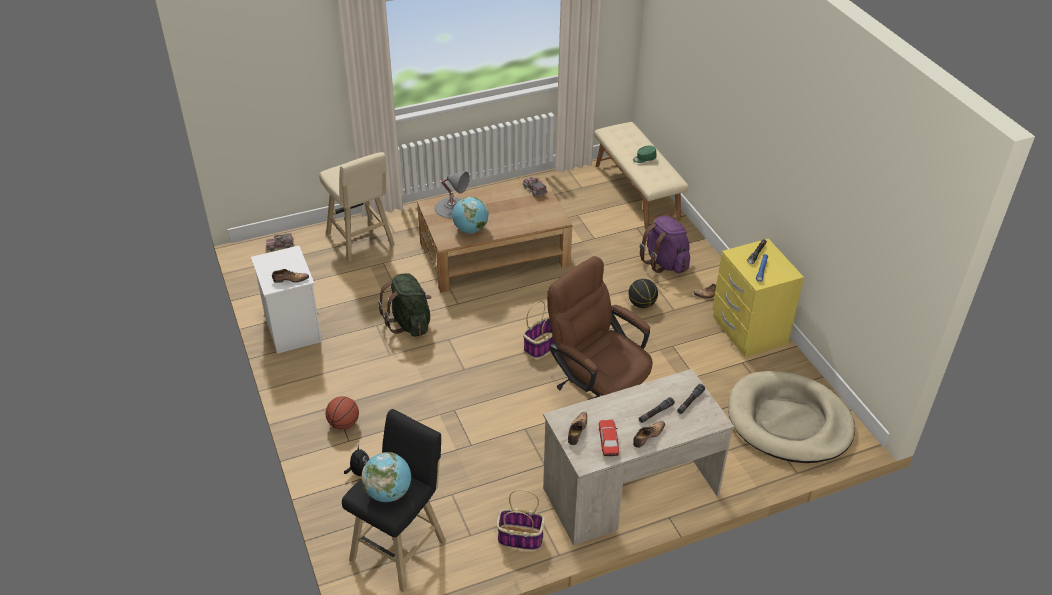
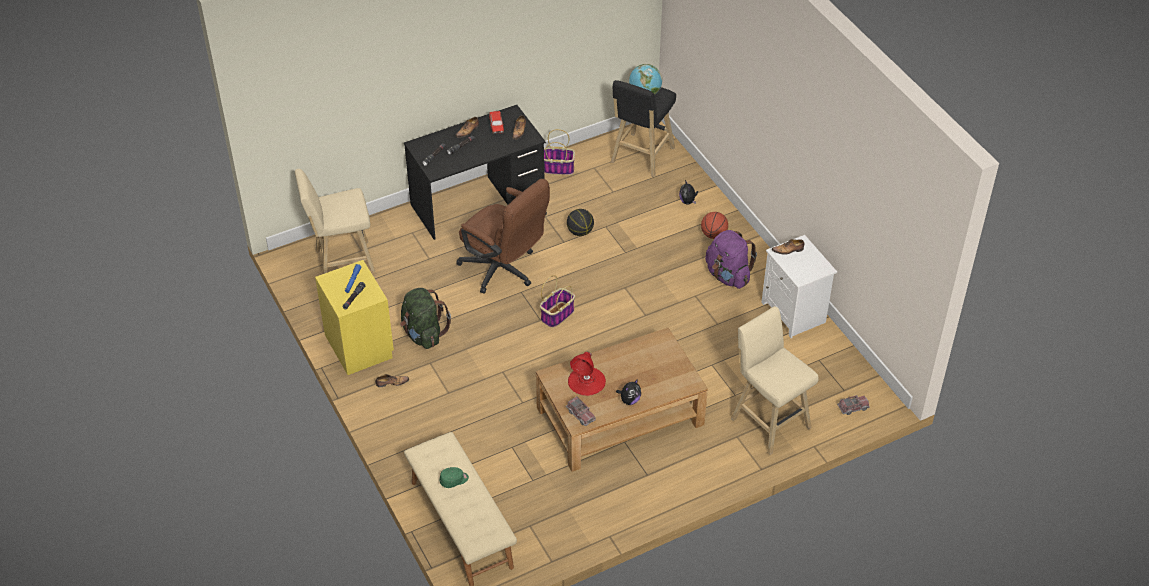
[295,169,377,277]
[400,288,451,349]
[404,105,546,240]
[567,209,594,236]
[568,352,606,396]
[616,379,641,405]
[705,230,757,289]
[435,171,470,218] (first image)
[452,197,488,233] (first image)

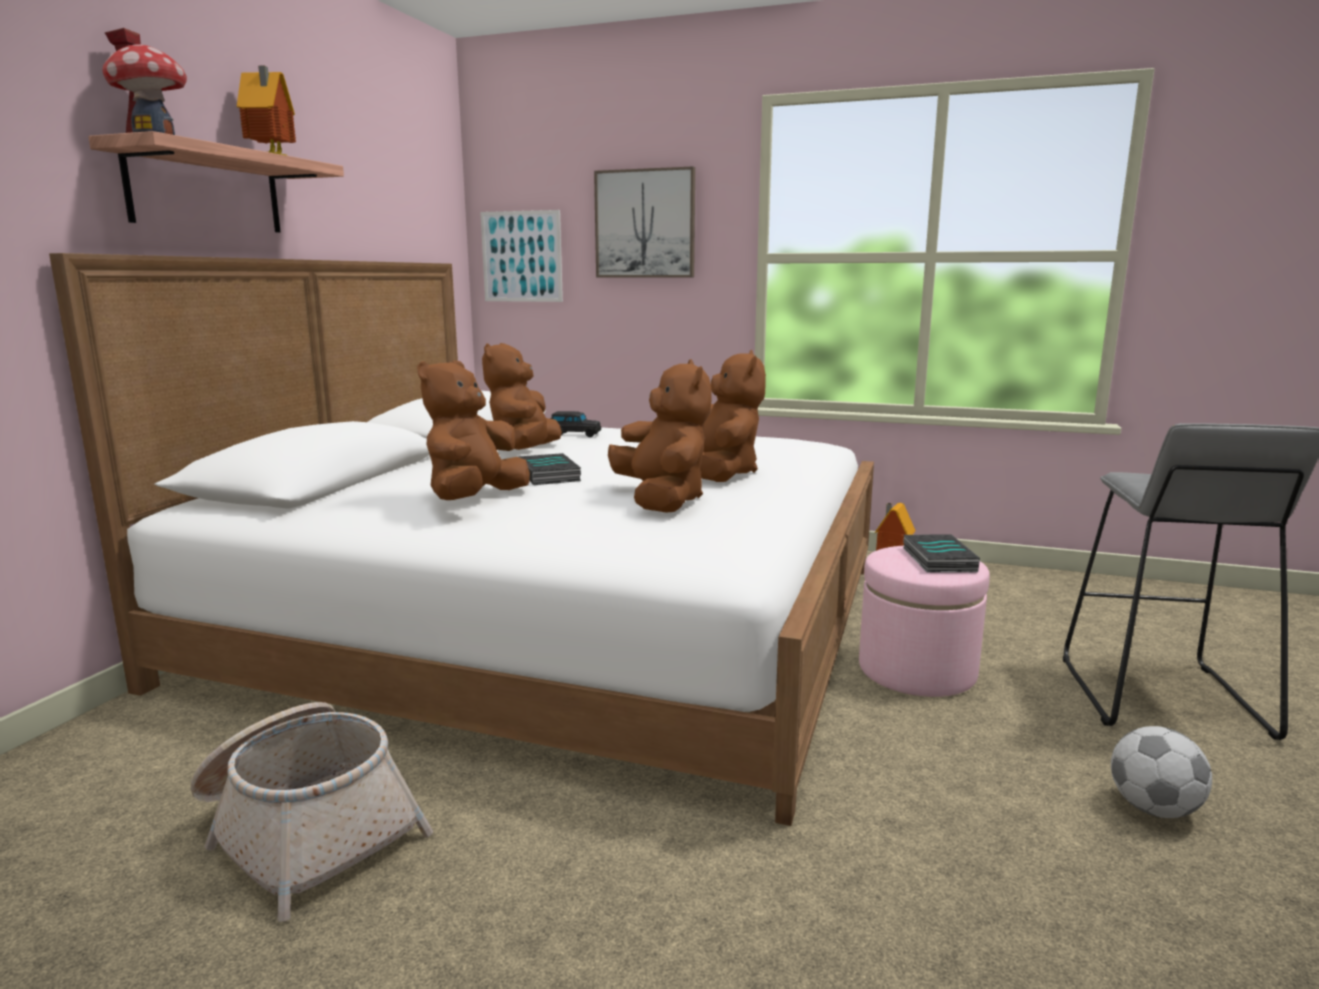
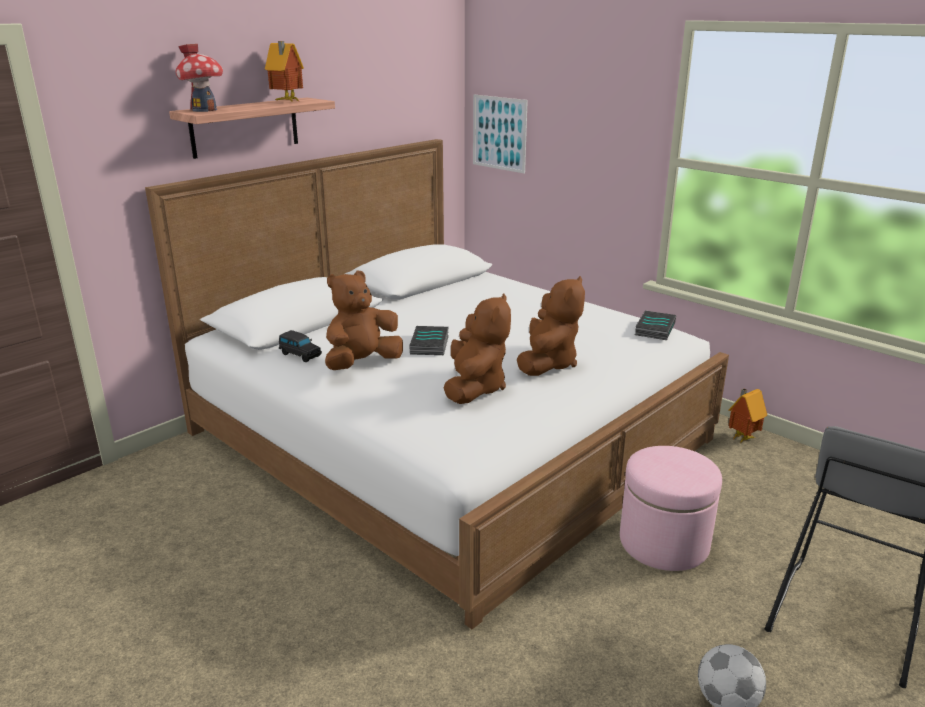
[279,330,322,362]
[635,310,676,340]
[190,702,433,922] (first image)
[482,343,562,450] (first image)
[594,166,695,277] (first image)

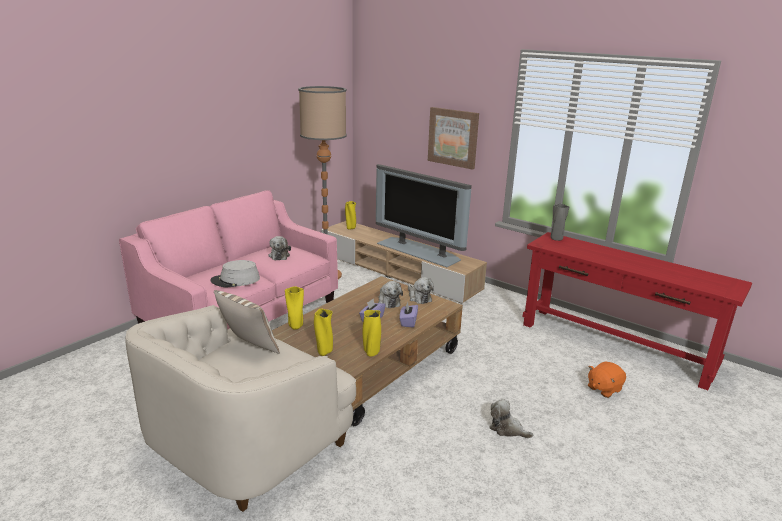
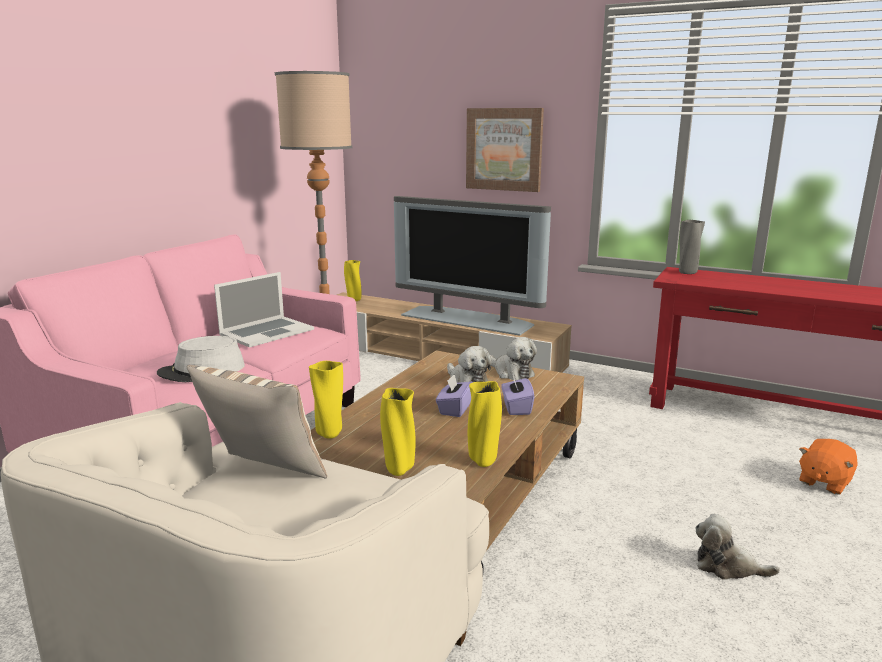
[214,272,314,348]

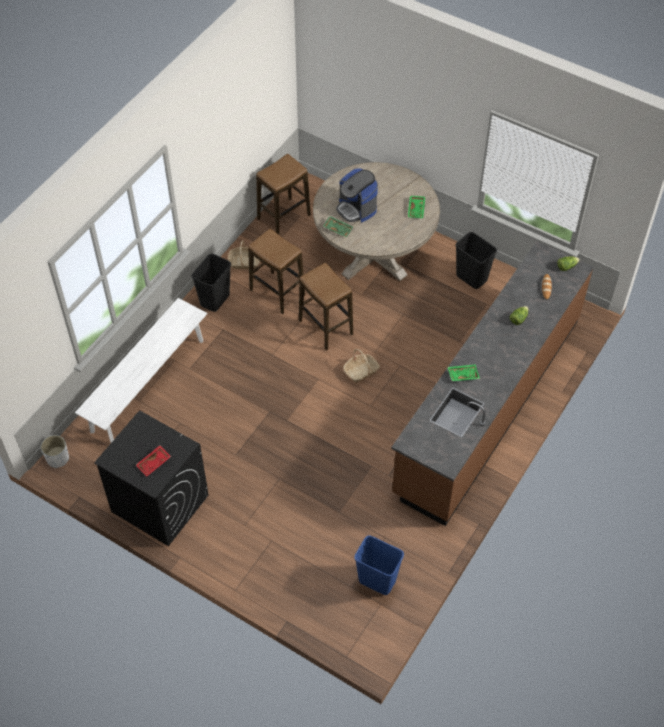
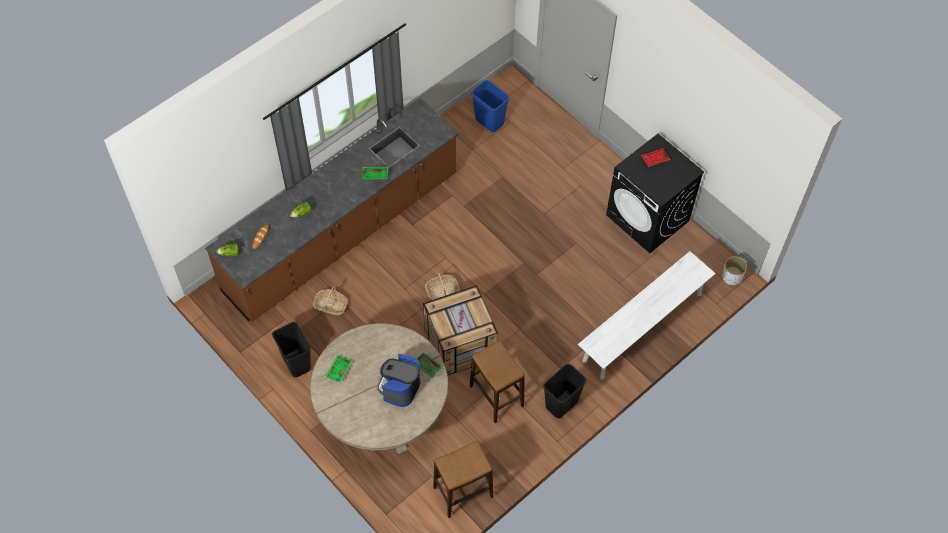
[313,285,347,316]
[377,354,421,407]
[423,285,498,376]

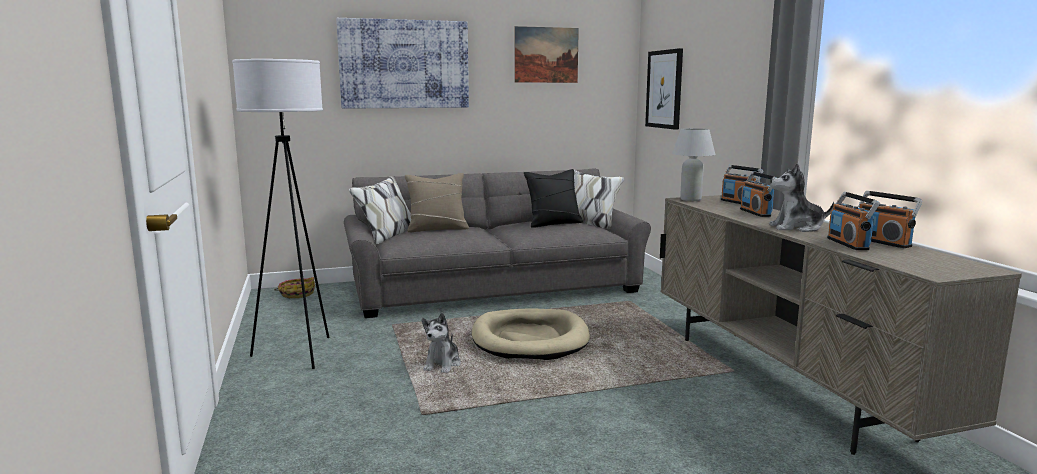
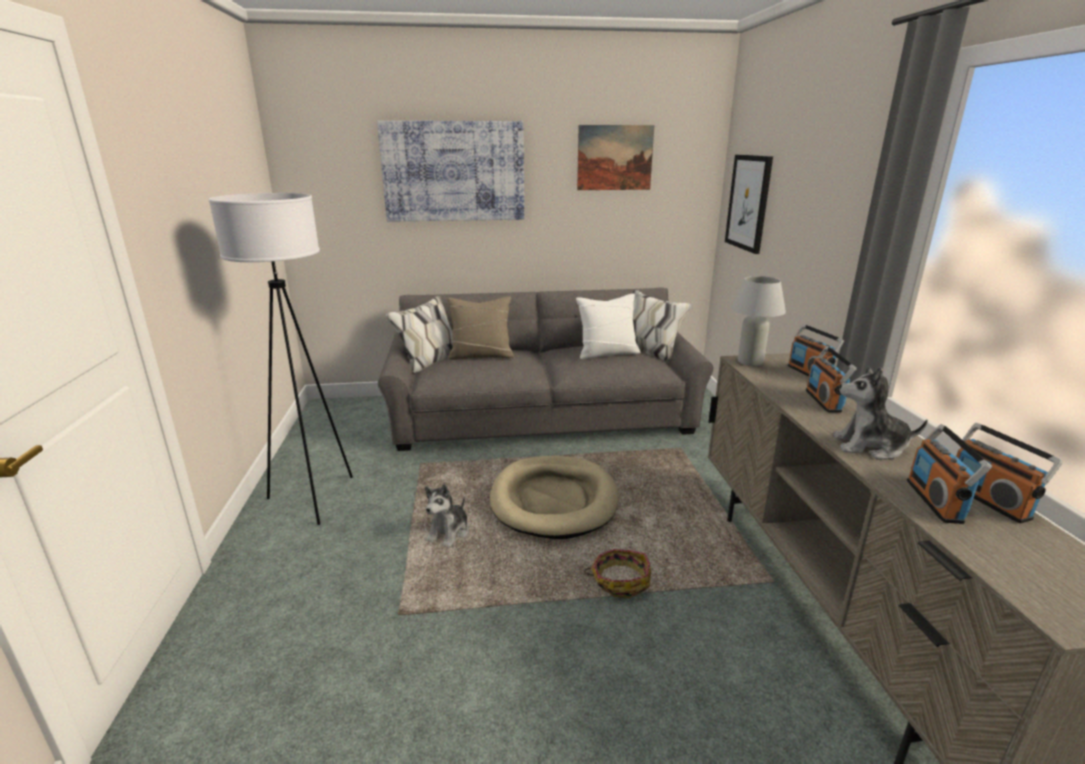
[576,293,640,359]
[584,549,651,598]

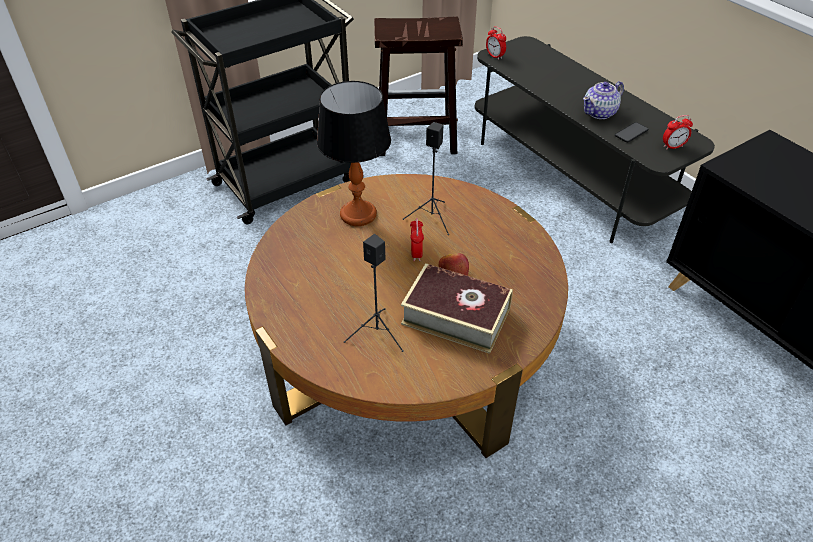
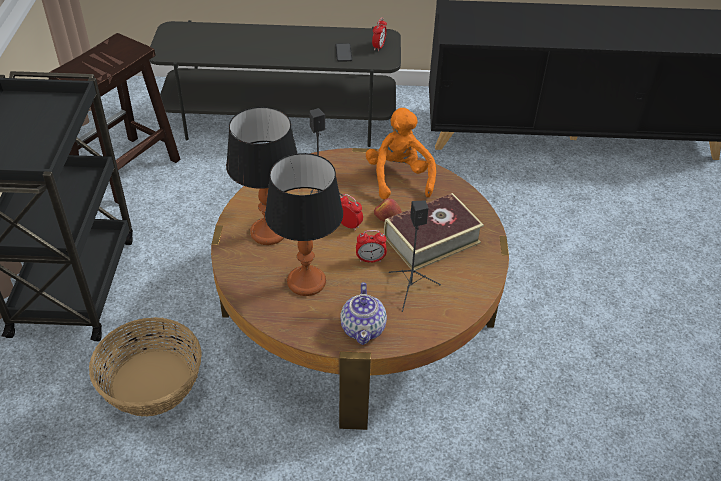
[89,317,202,417]
[265,153,343,296]
[340,282,387,345]
[356,230,387,263]
[366,108,436,200]

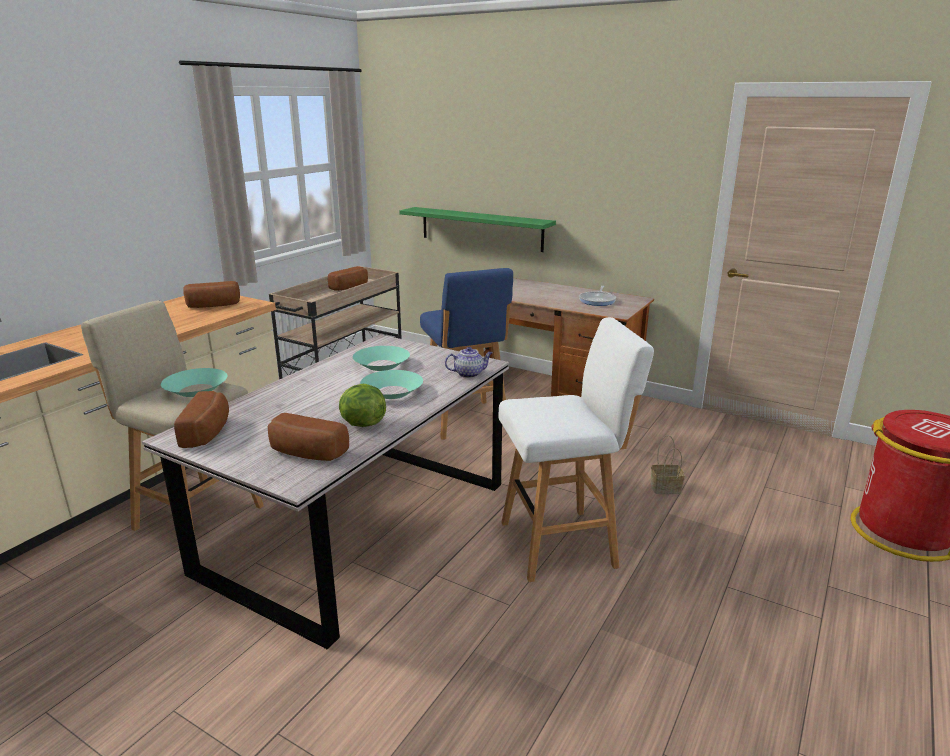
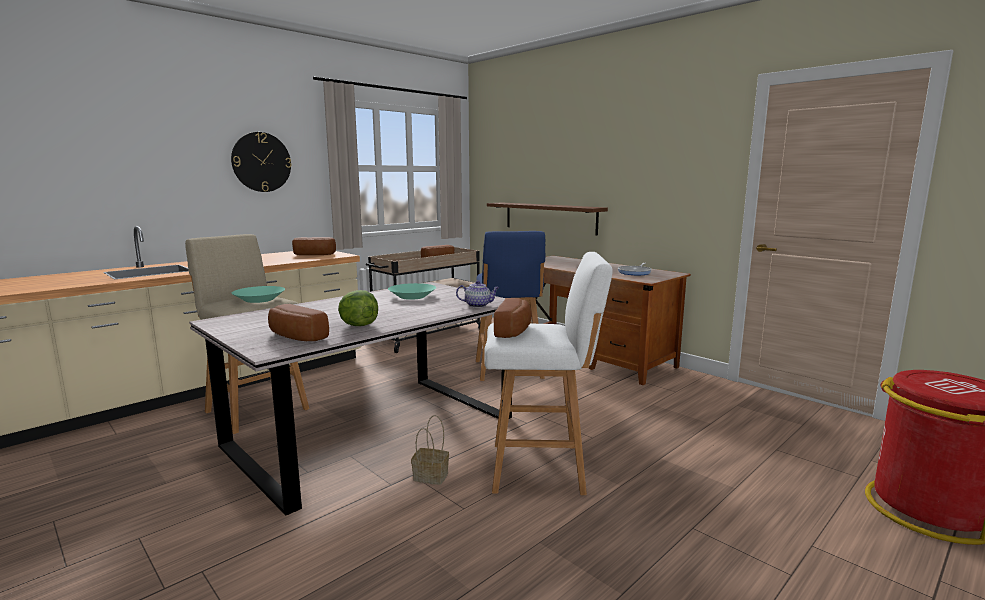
[231,132,292,192]
[411,415,449,485]
[487,202,608,235]
[494,298,532,338]
[360,370,423,399] (first image)

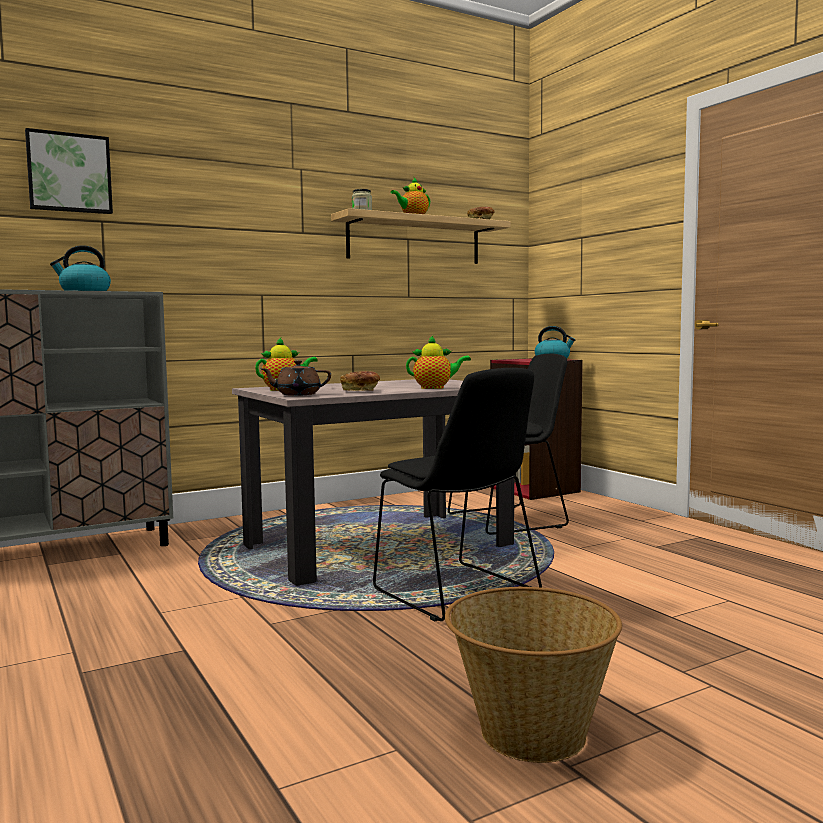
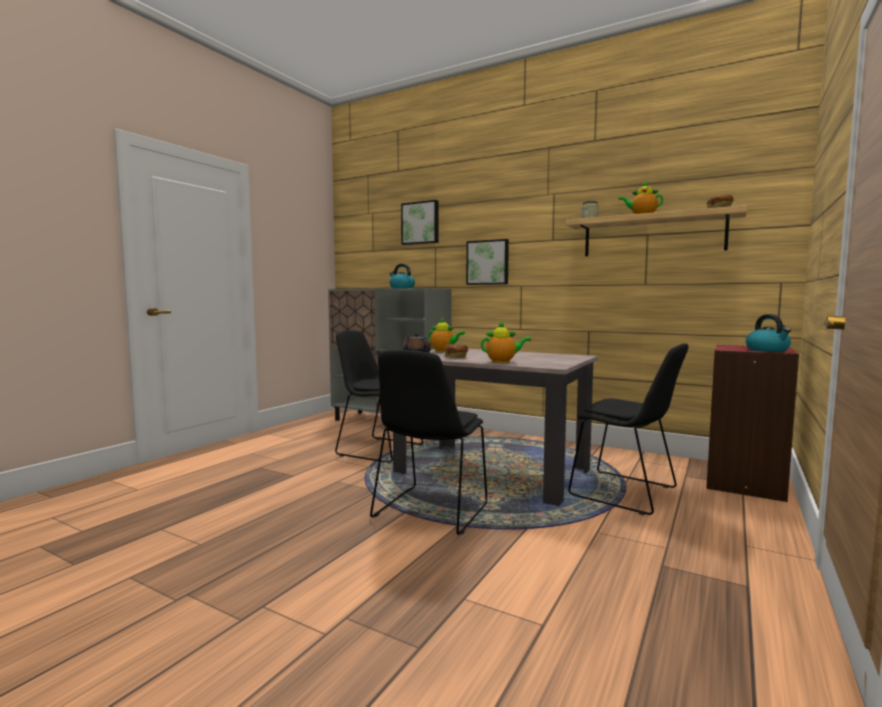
[335,330,423,462]
[466,239,509,285]
[481,322,531,363]
[445,587,622,763] (first image)

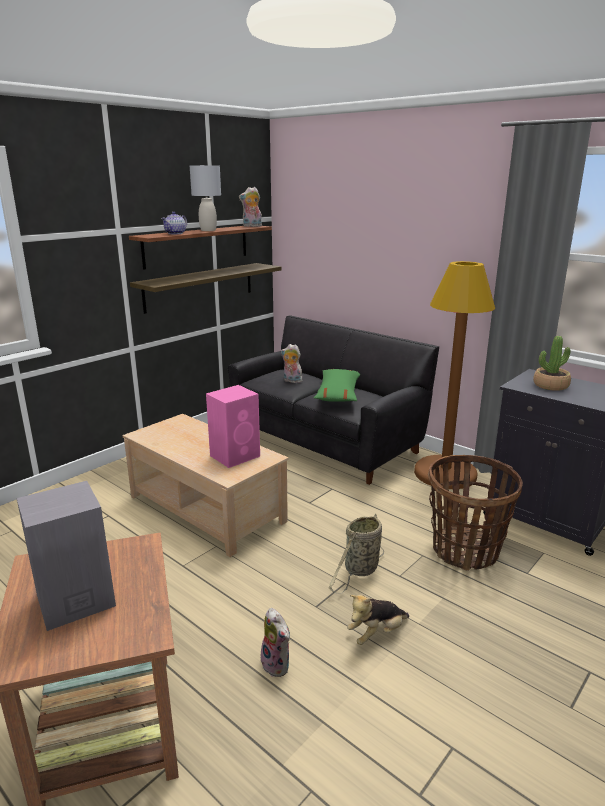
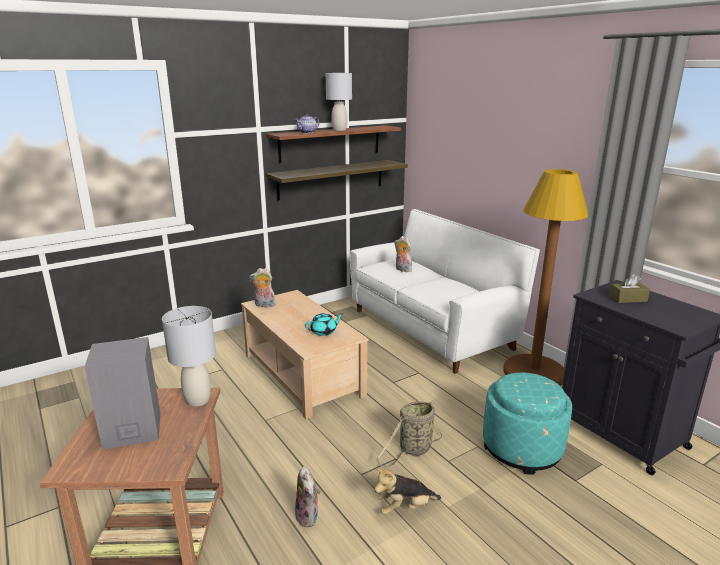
[162,306,216,407]
[249,268,276,307]
[305,313,343,336]
[350,209,540,374]
[483,372,572,475]
[609,274,650,303]
[314,369,360,402] (first image)

